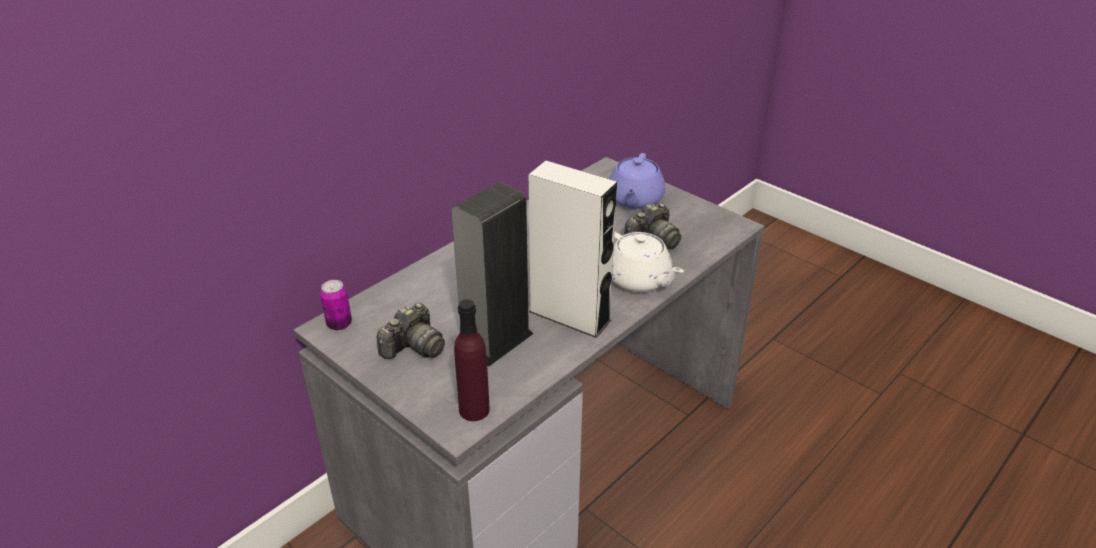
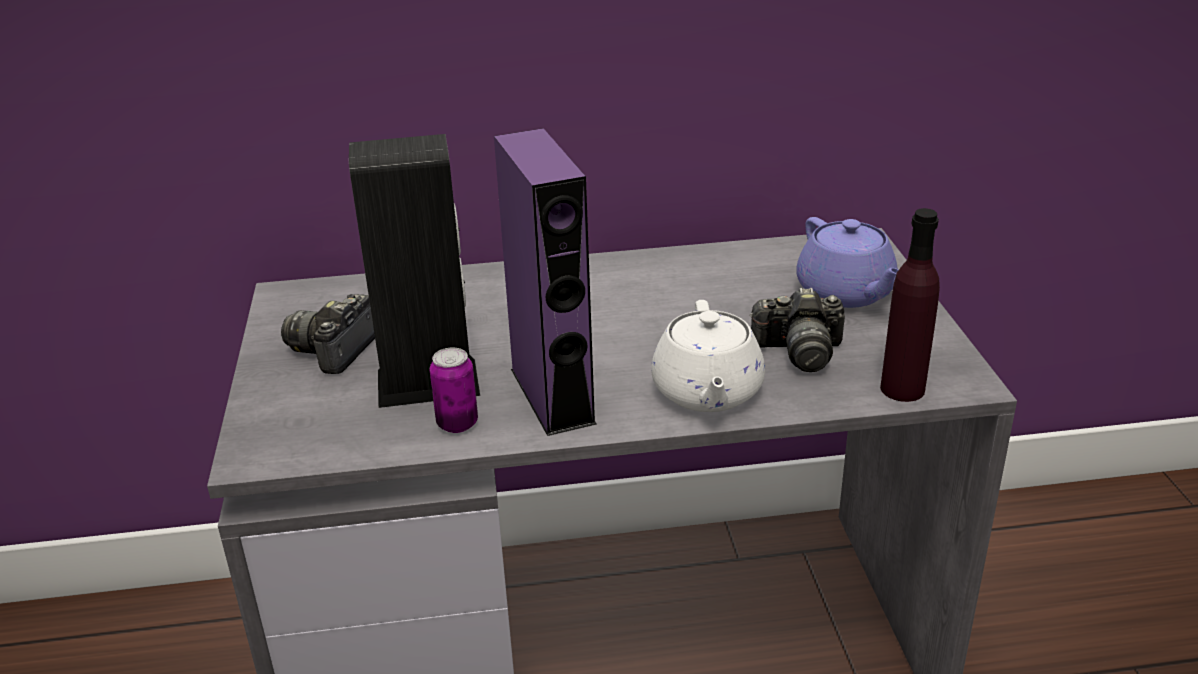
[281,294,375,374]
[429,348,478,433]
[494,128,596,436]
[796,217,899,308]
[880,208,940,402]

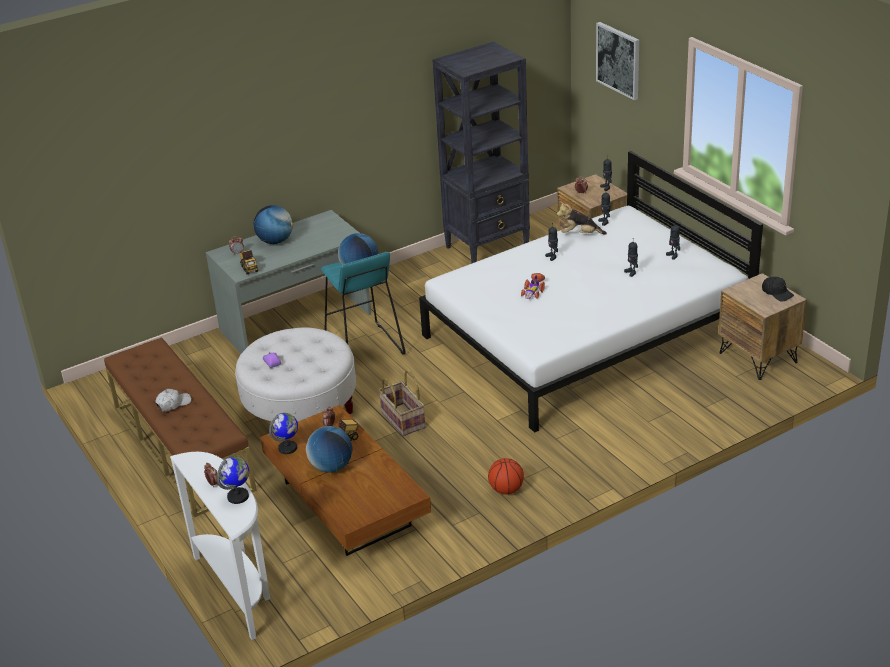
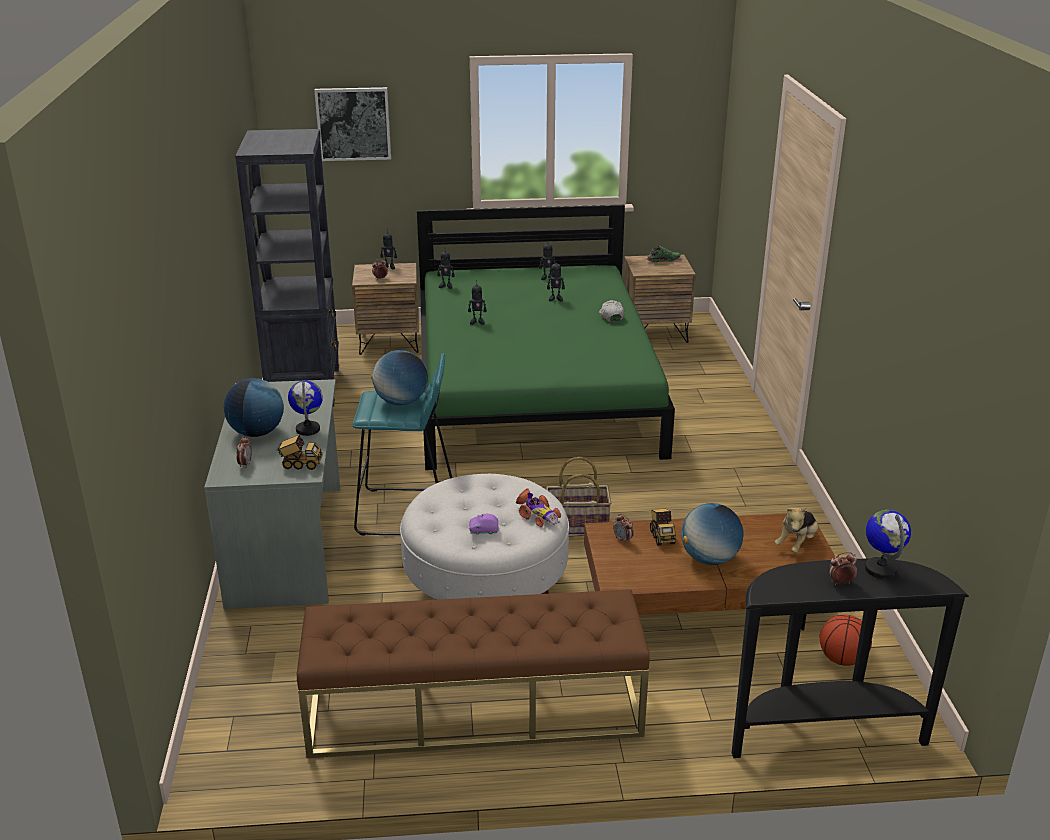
[288,380,323,436]
[417,205,675,470]
[516,488,561,527]
[599,300,624,322]
[647,246,681,262]
[732,559,969,758]
[774,507,818,553]
[820,614,872,666]

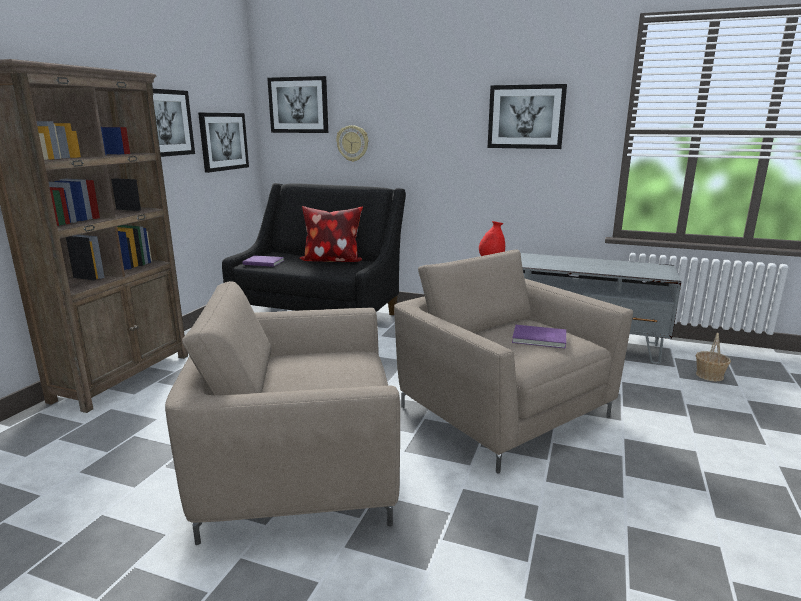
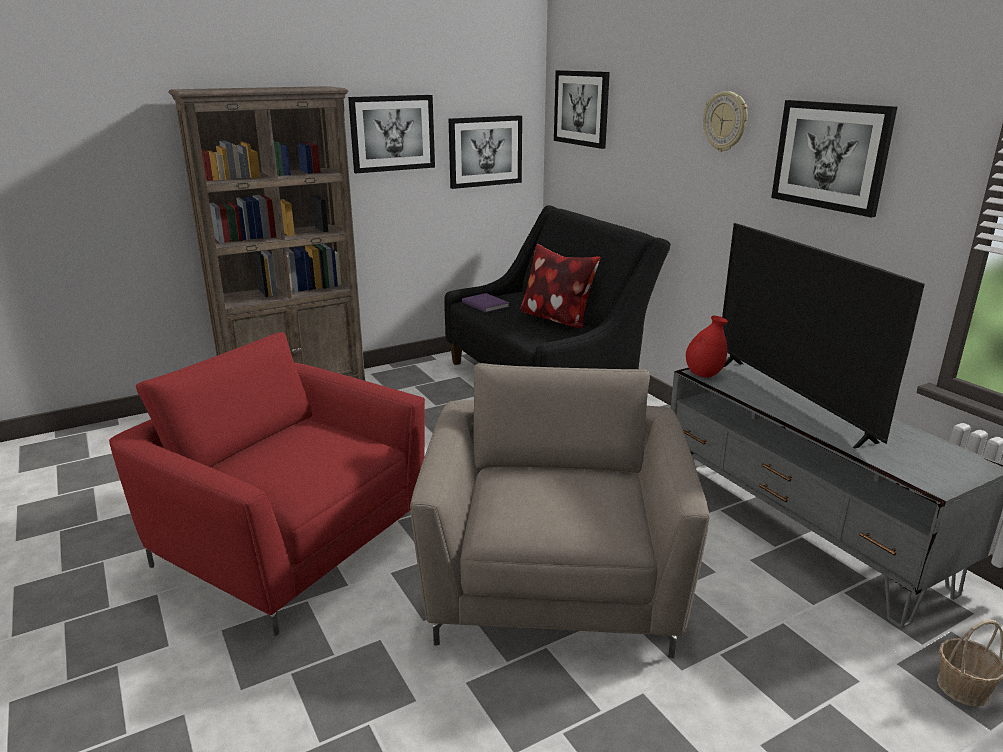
[109,332,425,636]
[703,91,748,152]
[722,223,925,449]
[512,325,566,349] (first image)

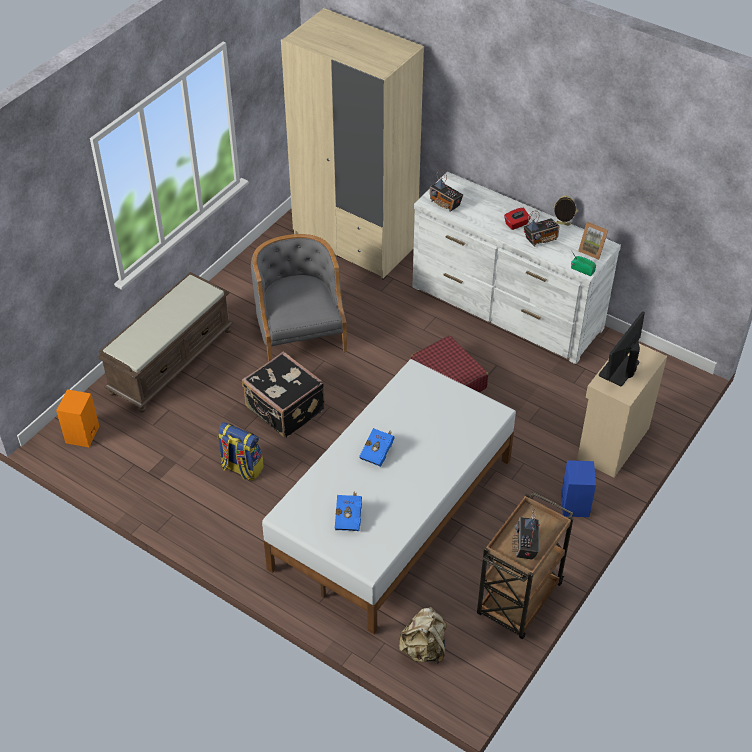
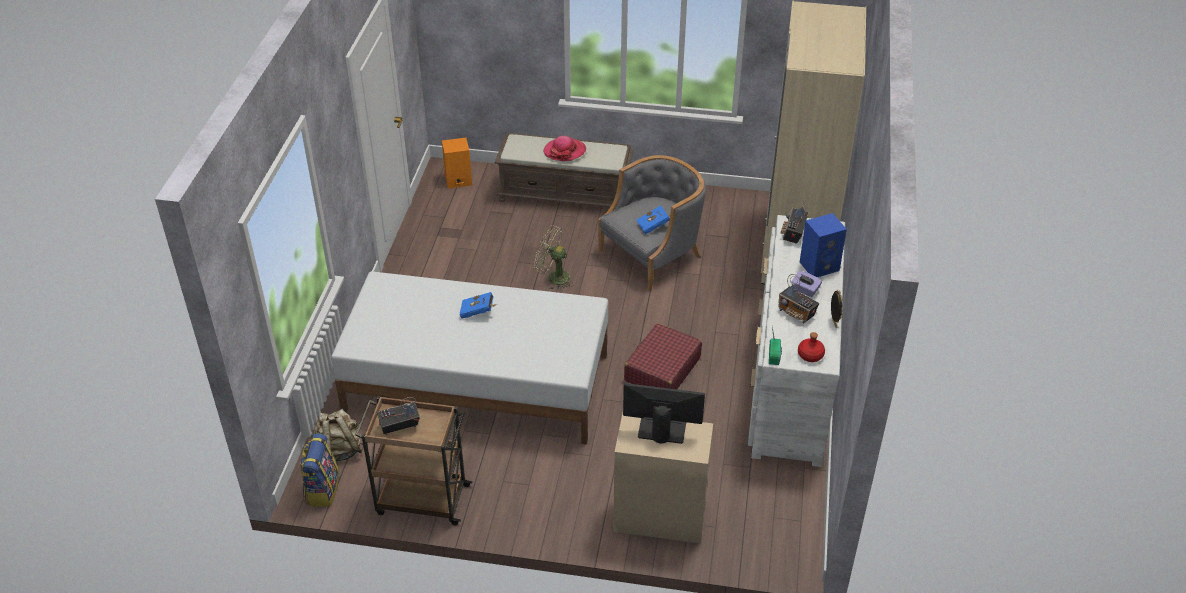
[301,433,339,507]
[534,225,574,290]
[543,136,586,161]
[636,206,670,234]
[791,271,822,297]
[798,332,825,362]
[800,213,847,277]

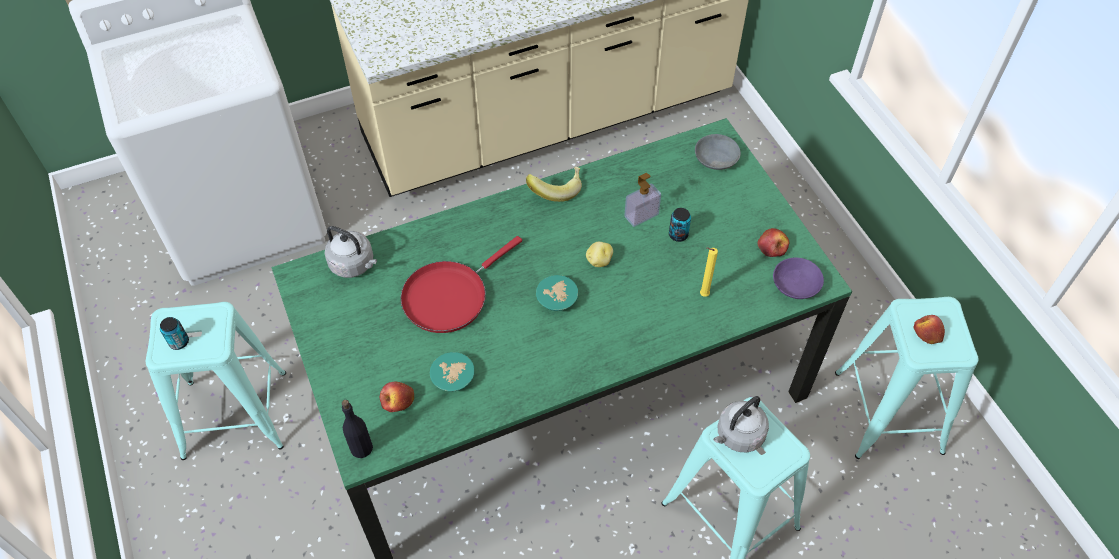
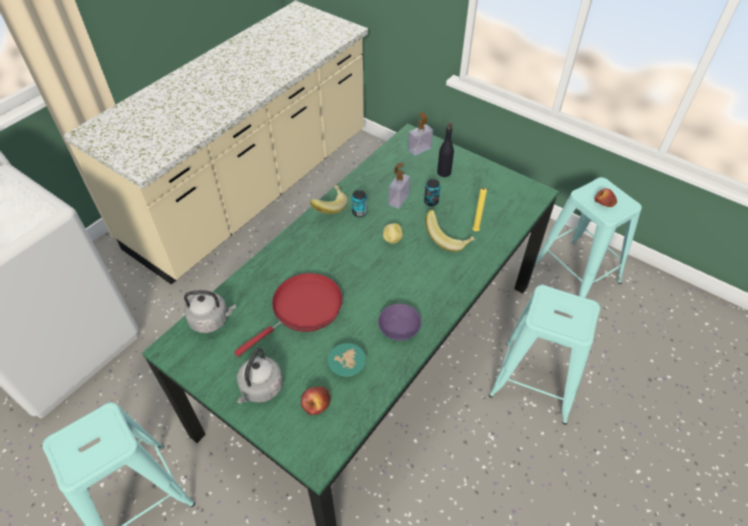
[234,273,343,357]
[237,348,283,403]
[352,190,367,217]
[378,304,421,341]
[408,112,433,156]
[425,210,475,252]
[437,122,454,177]
[536,275,578,311] (first image)
[757,228,790,257] (first image)

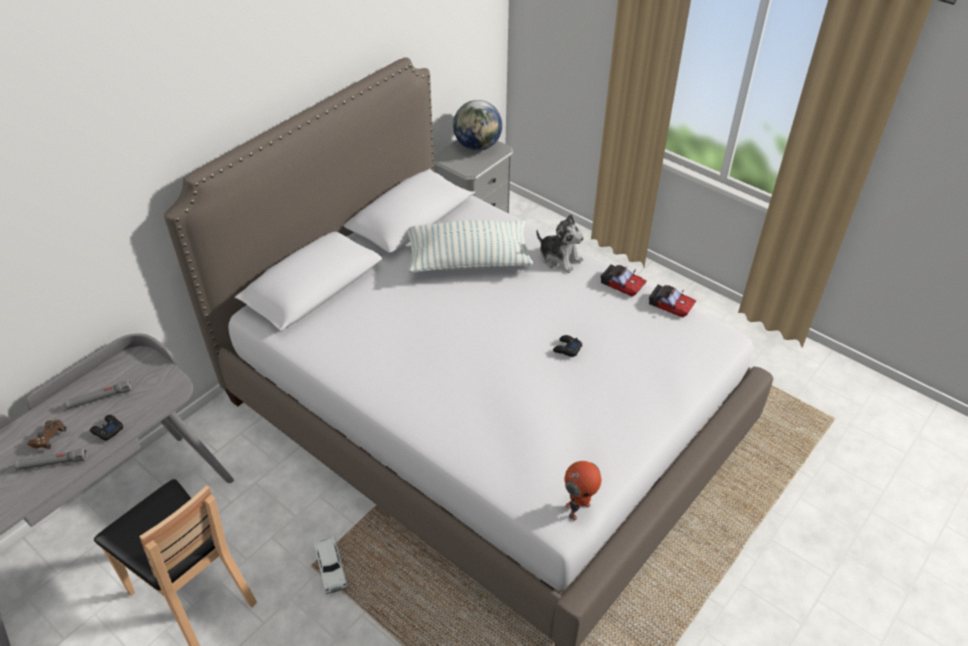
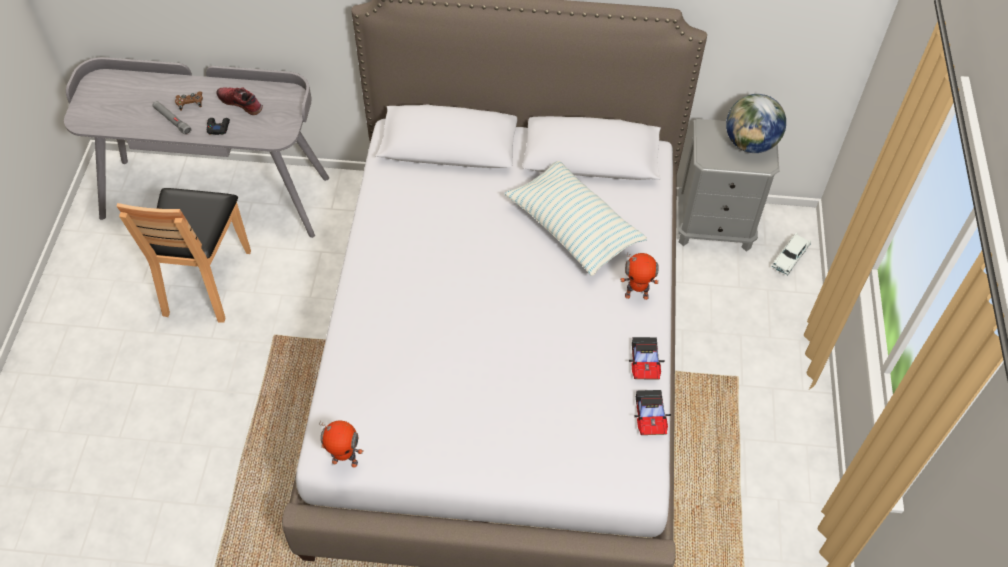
[216,87,263,115]
[620,252,659,300]
[772,233,811,275]
[553,335,582,357] (first image)

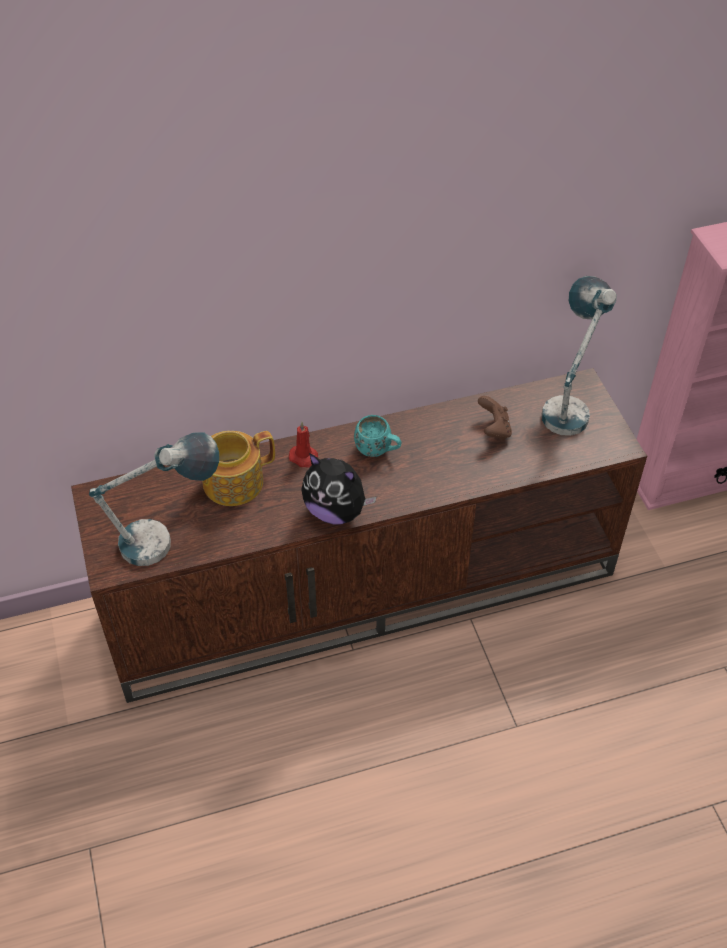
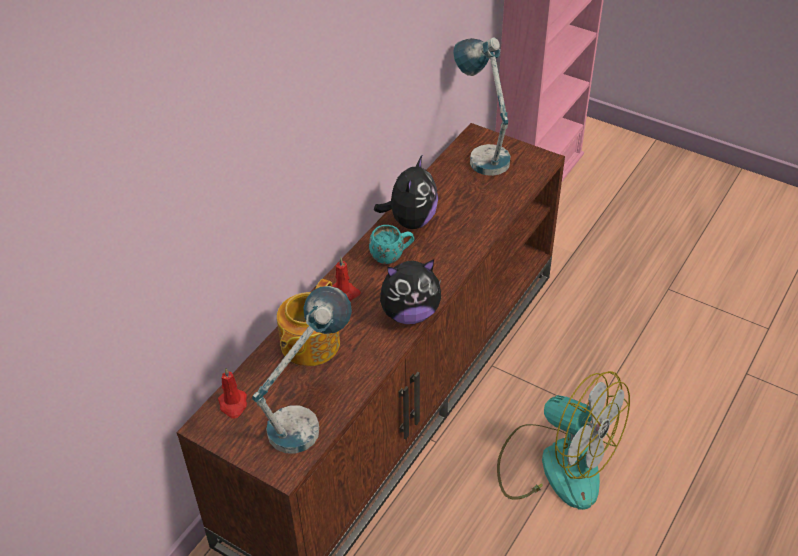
[218,367,247,418]
[374,154,438,229]
[497,371,630,510]
[478,396,512,440] (first image)

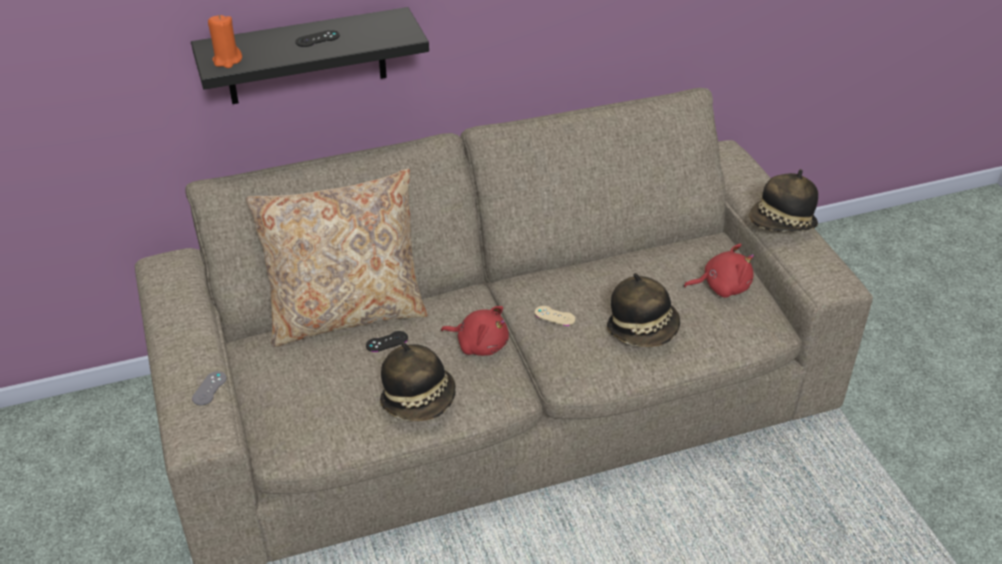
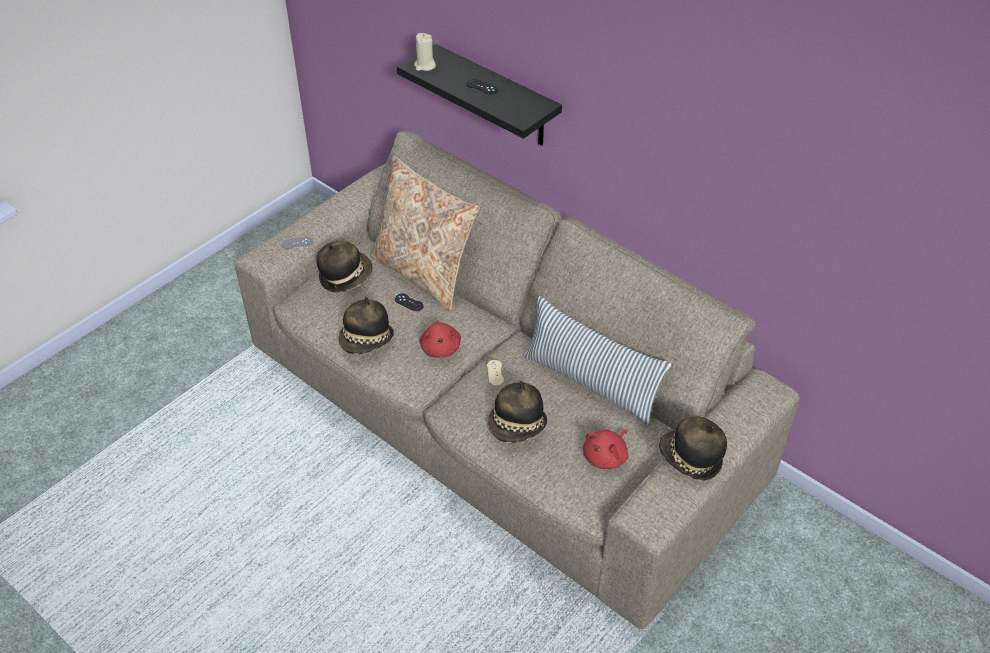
[316,241,373,293]
[414,33,436,71]
[523,296,671,426]
[583,430,628,469]

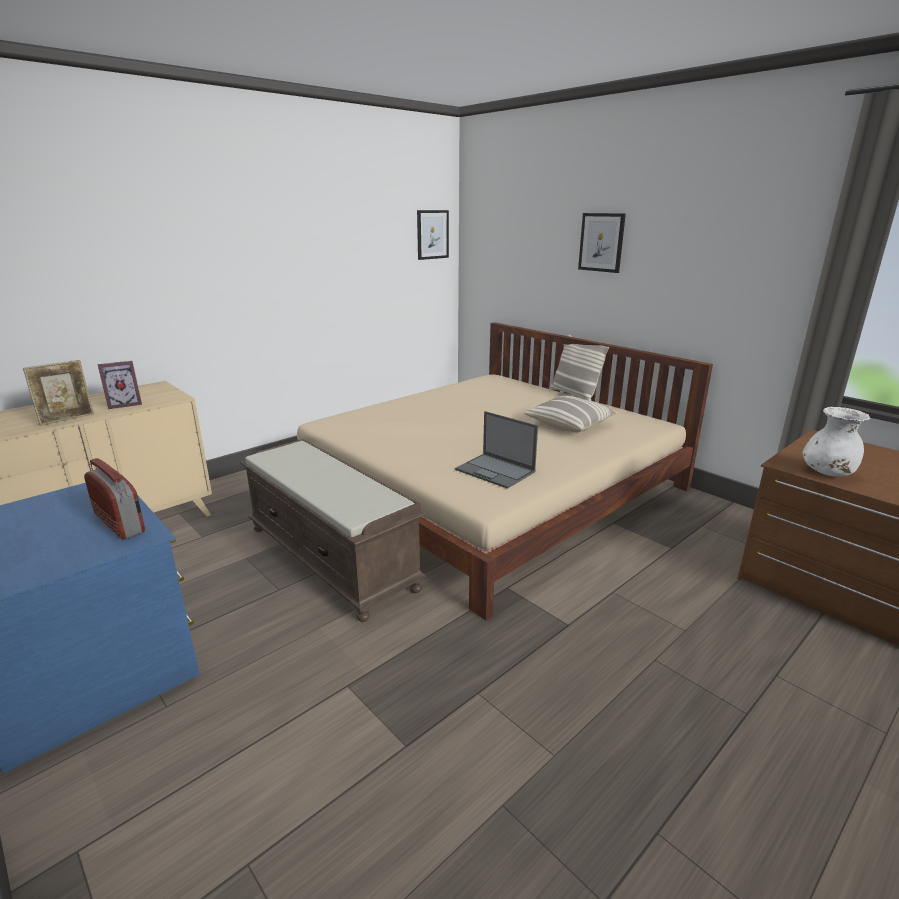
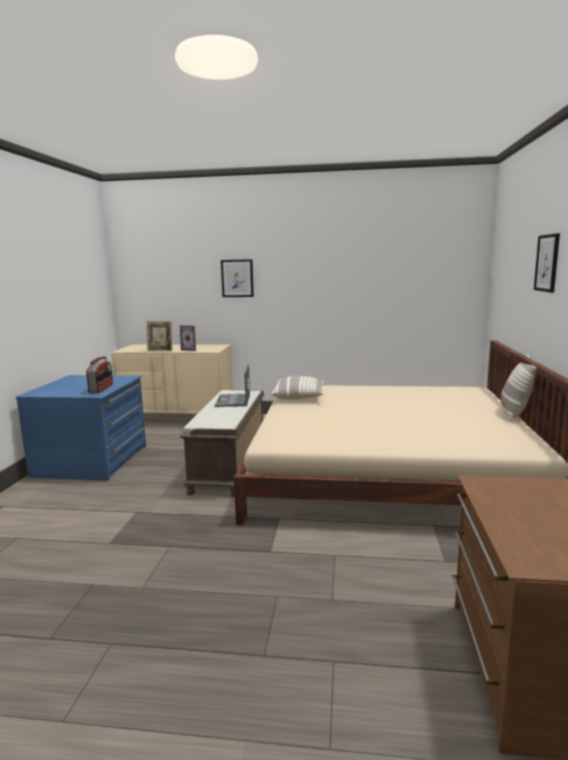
[215,364,250,407]
[221,259,254,297]
[271,376,325,400]
[803,407,870,477] (first image)

